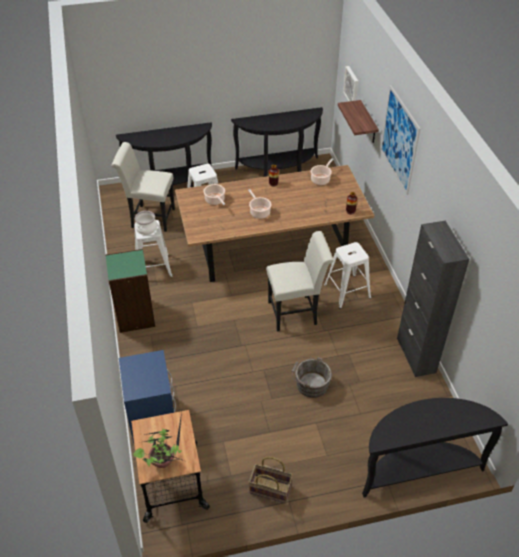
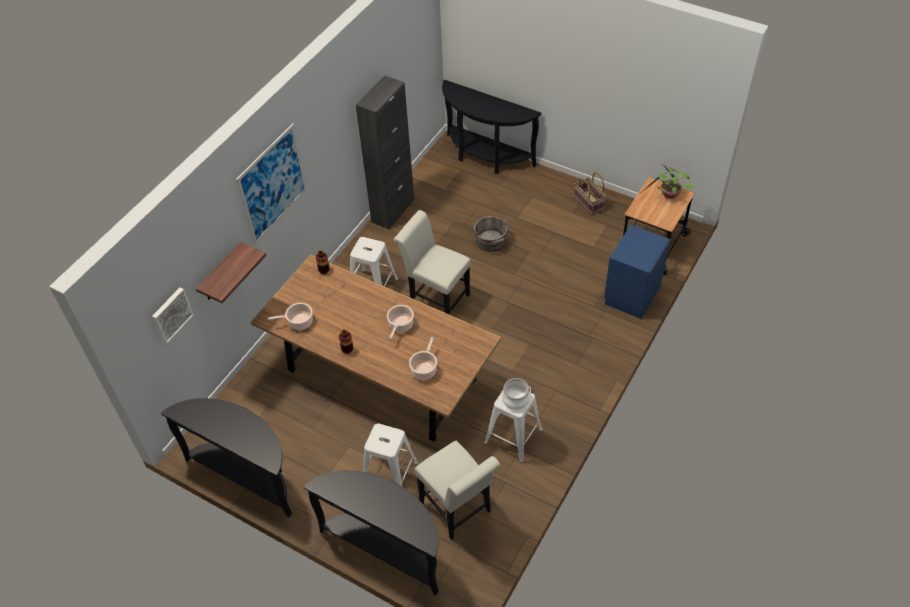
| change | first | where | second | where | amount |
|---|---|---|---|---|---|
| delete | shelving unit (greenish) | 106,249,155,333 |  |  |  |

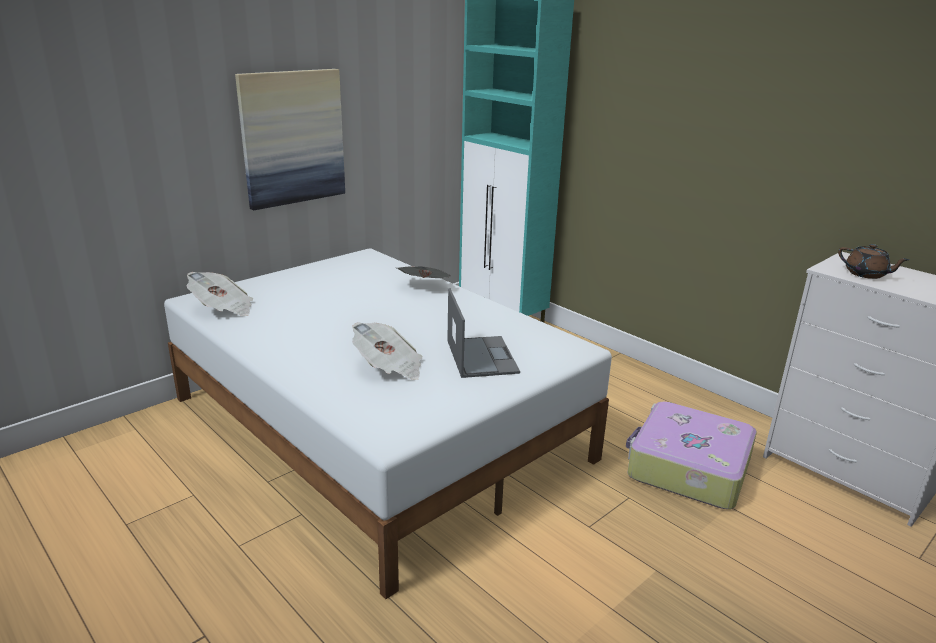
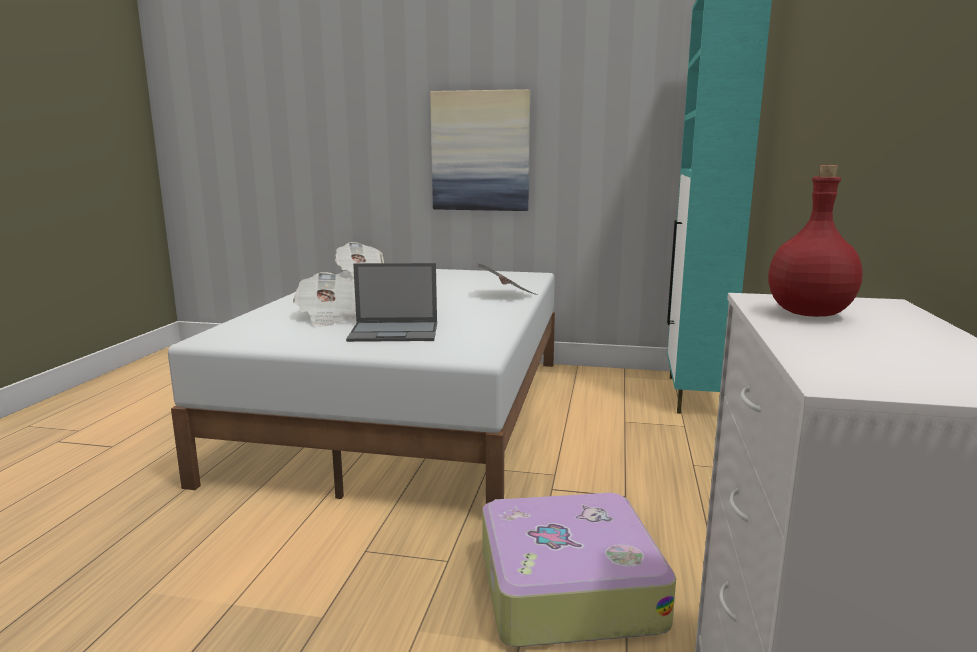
| change | first | where | second | where | amount |
|---|---|---|---|---|---|
| replace | pot for tea (brownish) | 838,244,910,279 | drink bottle (reddish) | 768,165,863,317 |  |
| rotate | notebook computer | 448,288,520,378 |  | 346,263,437,342 | 45 degrees clockwise |

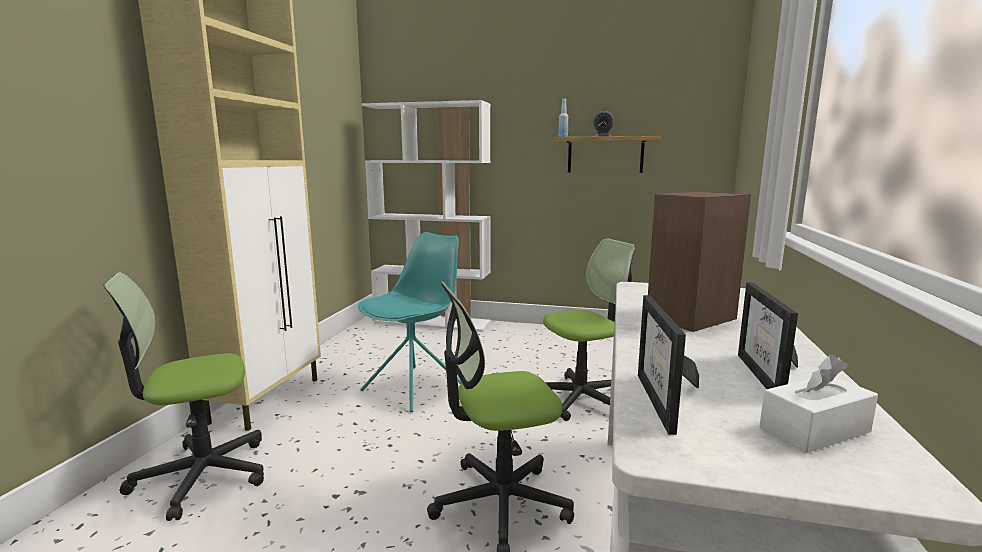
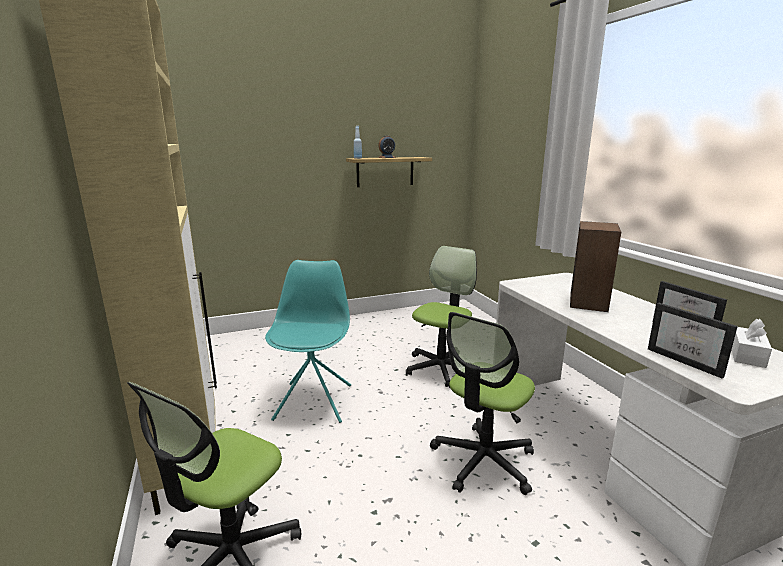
| change | first | where | second | where | amount |
|---|---|---|---|---|---|
| delete | shelving unit (whitish) | 362,100,491,332 |  |  |  |

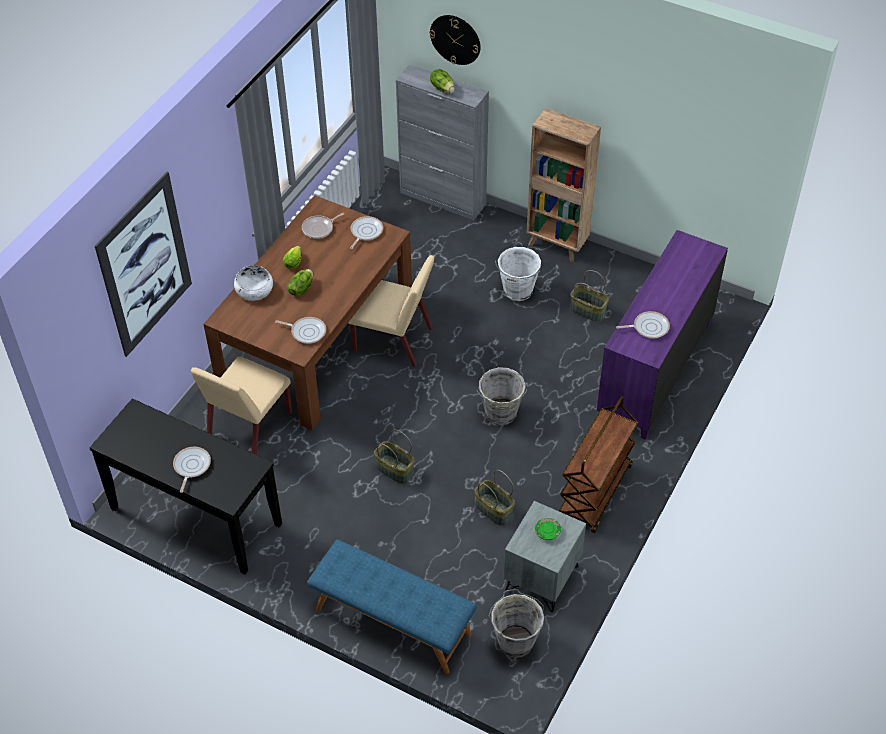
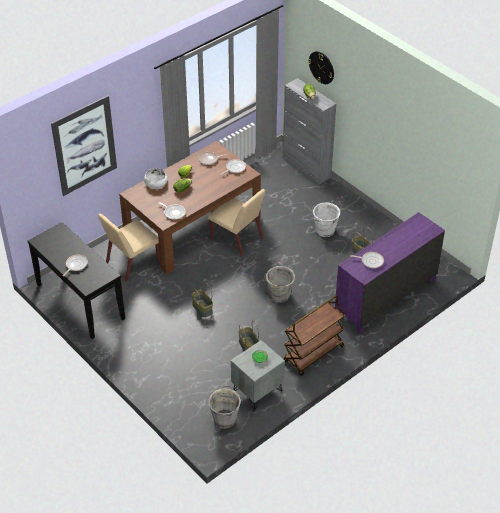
| change | first | where | second | where | amount |
|---|---|---|---|---|---|
| delete | indoor bench (blue-coloured) | 307,539,477,674 |  |  |  |
| delete | shelving unit (brownish) | 526,108,601,262 |  |  |  |

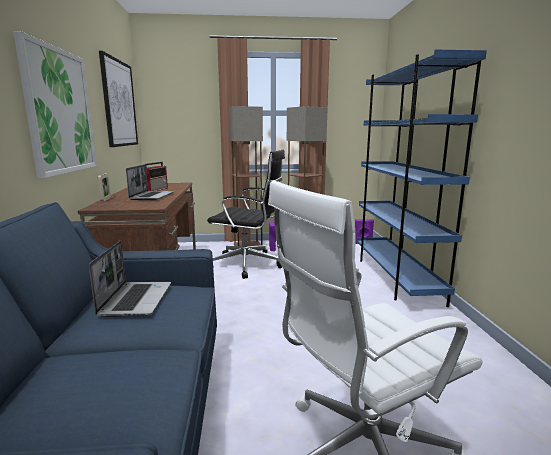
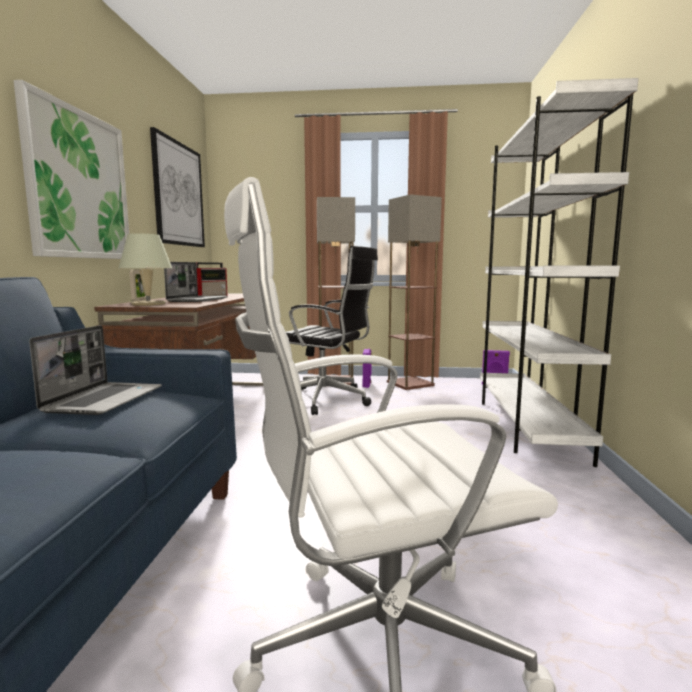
| change | first | where | second | where | amount |
|---|---|---|---|---|---|
| insert |  |  | lamp for a table (sand-coloured) | 119,234,172,306 |  |
| recolor | shelving unit (blue-coloured) | 357,49,487,307 | shelving unit (whitish) | 480,78,638,467 |  |

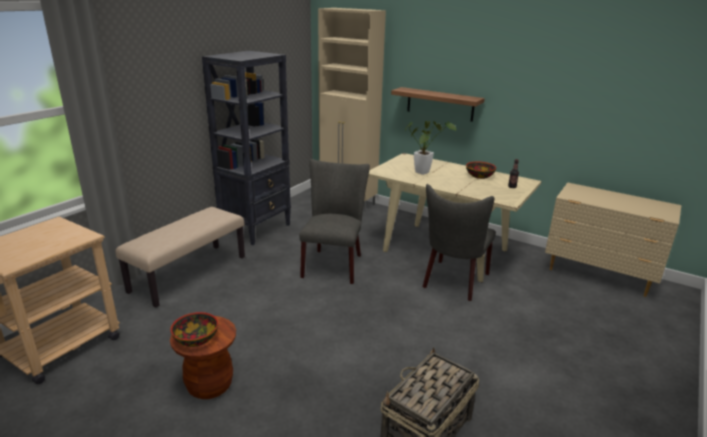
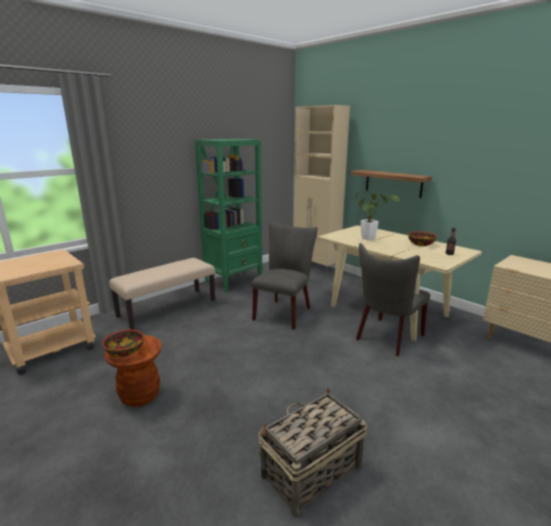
| change | first | where | second | where | amount |
|---|---|---|---|---|---|
| recolor | shelving unit (black-coloured) | 202,51,291,245 | shelving unit (greenish) | 195,139,263,292 |  |

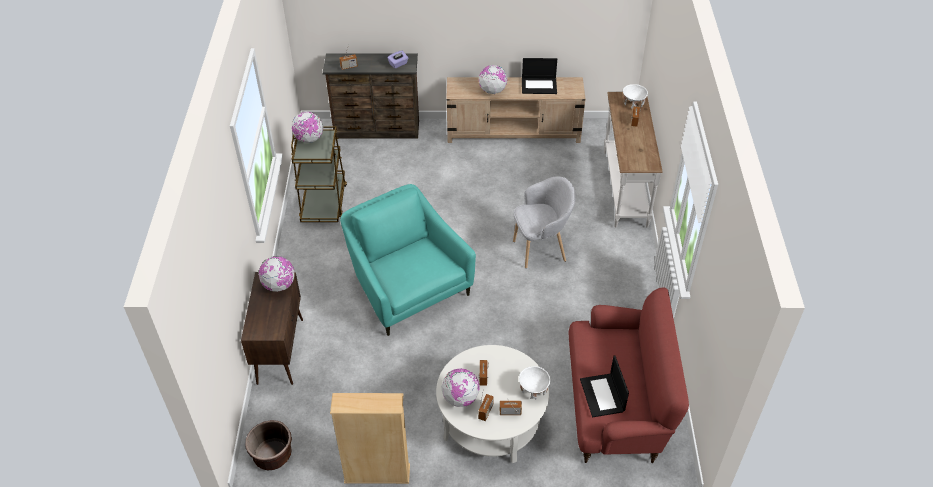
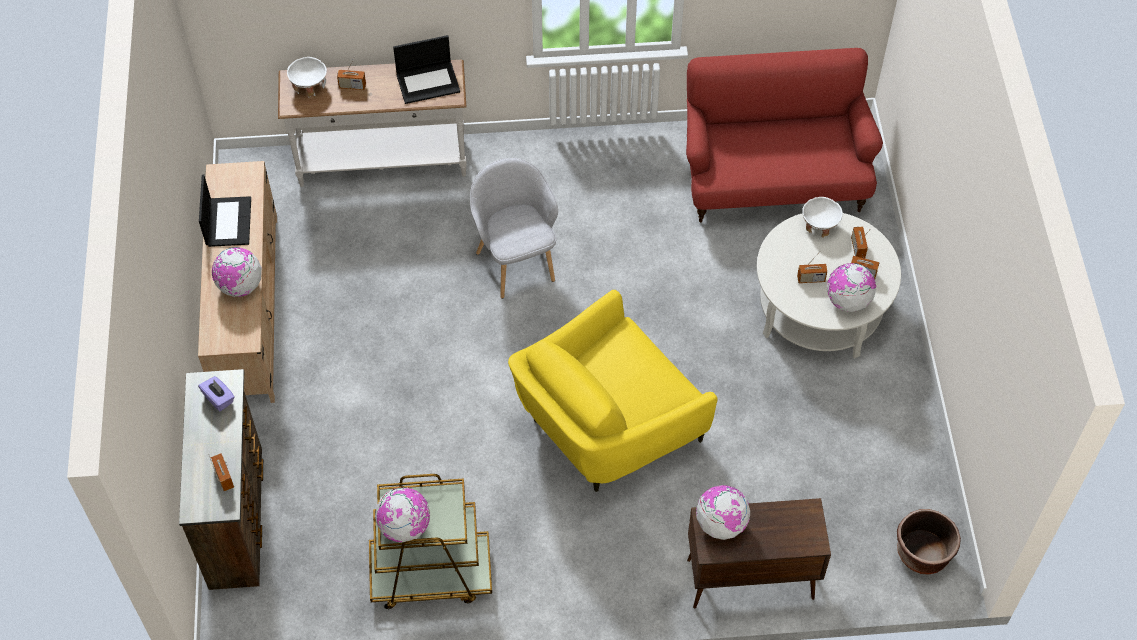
| change | first | where | second | where | amount |
|---|---|---|---|---|---|
| delete | shelving unit (sand-coloured) | 330,393,410,484 |  |  |  |
| move | notebook computer | 580,356,629,417 |  | 393,35,460,104 |  |
| recolor | armchair (turquoise-coloured) | 340,184,476,336 | armchair (yellow-coloured) | 508,290,718,492 |  |

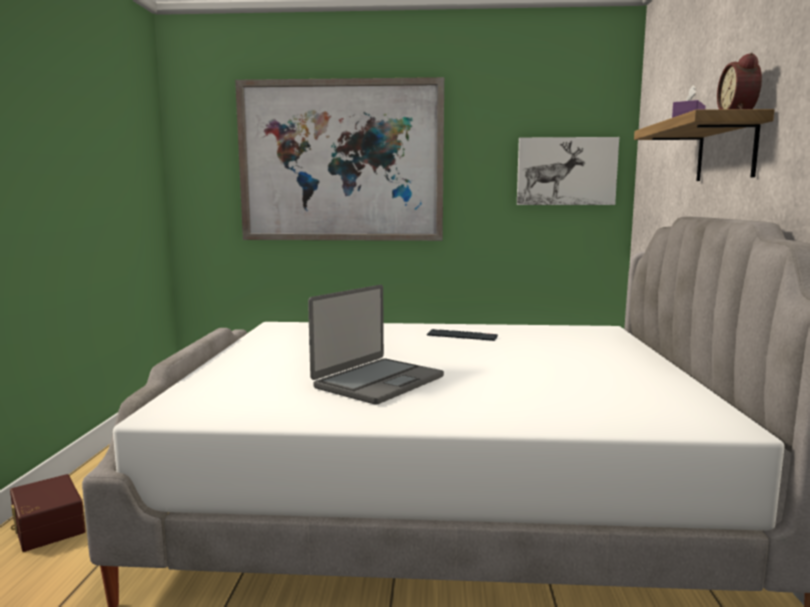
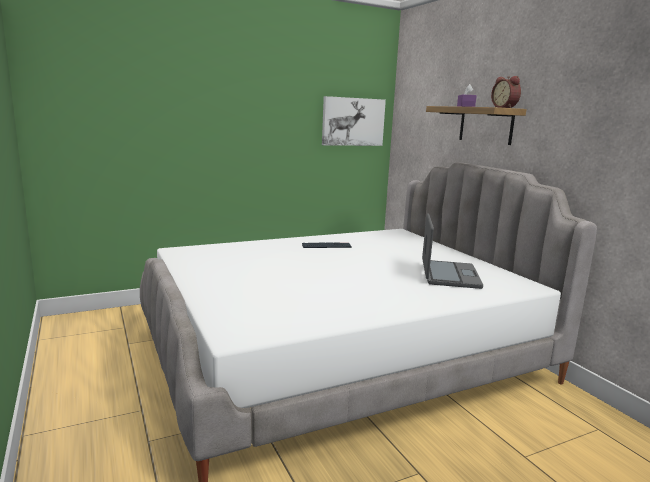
| change | first | where | second | where | amount |
|---|---|---|---|---|---|
| delete | storage container (brownish) | 10,474,86,552 |  |  |  |
| delete | picture | 235,77,444,241 |  |  |  |
| move | notebook computer | 308,285,444,405 |  | 422,213,483,289 |  |

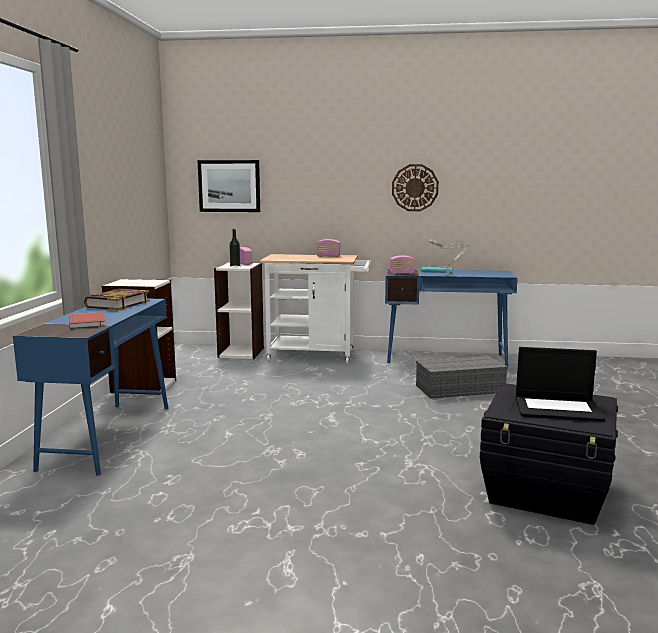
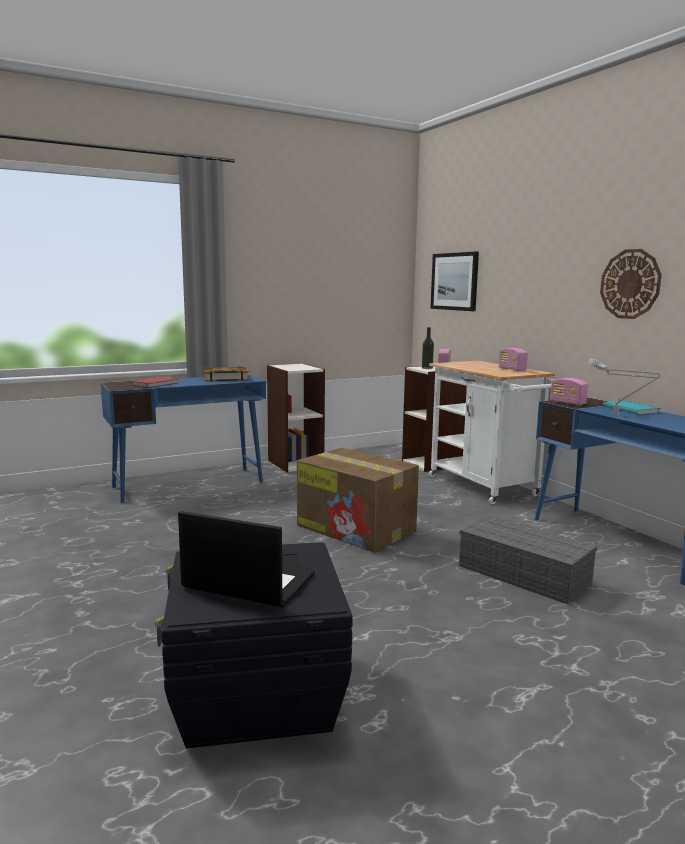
| change | first | where | second | where | amount |
|---|---|---|---|---|---|
| insert |  |  | carton | 297,448,419,552 |  |
| rotate | notebook computer | 515,347,605,422 |  | 178,511,315,608 | 135 degrees clockwise |

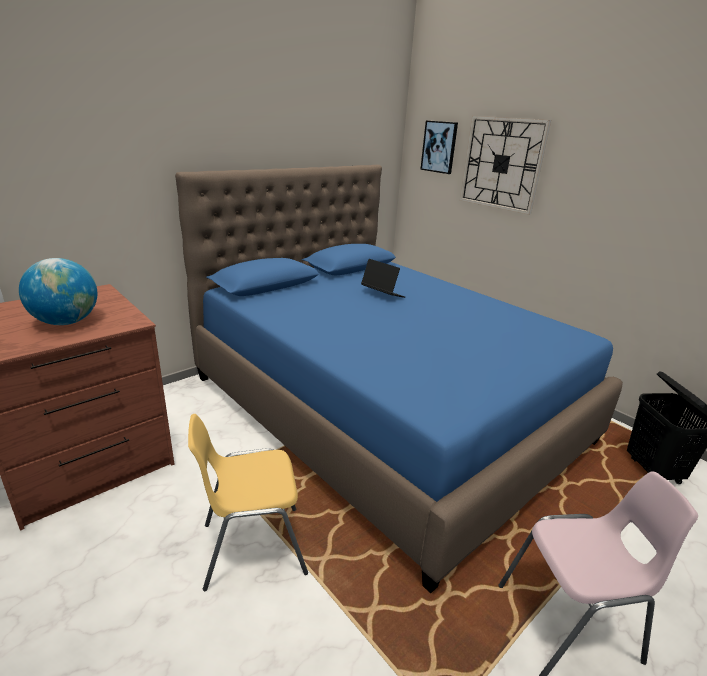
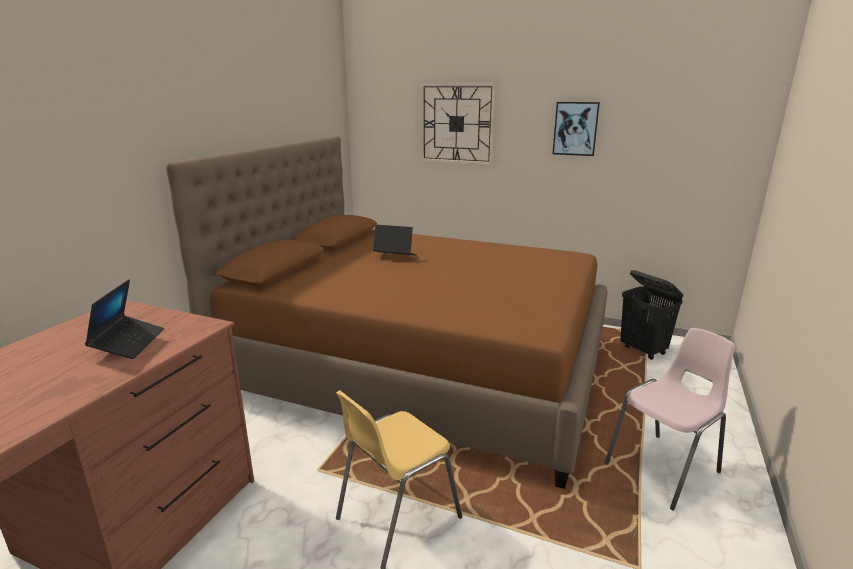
| change | first | where | second | where | amount |
|---|---|---|---|---|---|
| move | picture | 420,121,458,174 |  | 553,102,600,156 |  |
| replace | desk globe | 19,258,97,325 | notebook computer | 85,279,164,359 |  |
| recolor | bedroom bed (blue-coloured) | 175,165,623,593 | bedroom bed (brownish) | 166,136,608,489 |  |

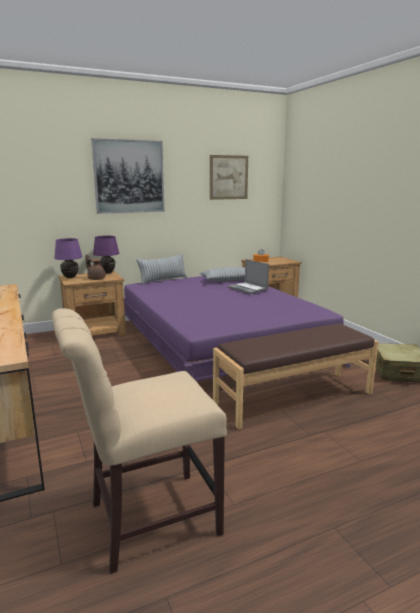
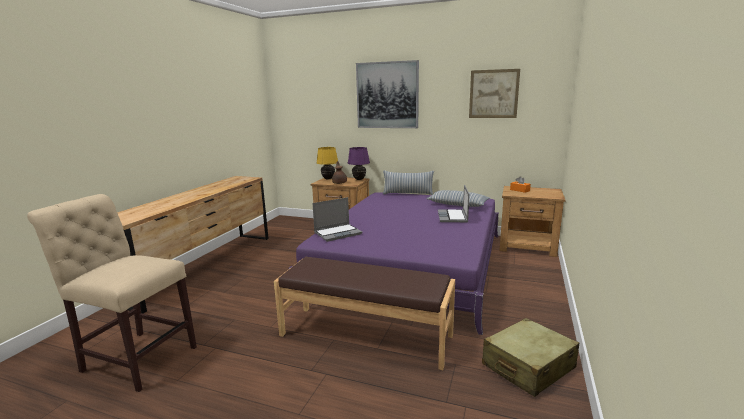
| change | first | where | second | where | amount |
|---|---|---|---|---|---|
| insert |  |  | notebook computer | 312,197,362,242 |  |
| recolor | lamp for a table (purplish) | 54,238,82,278 | lamp for a table (yellow-coloured) | 316,147,338,179 |  |

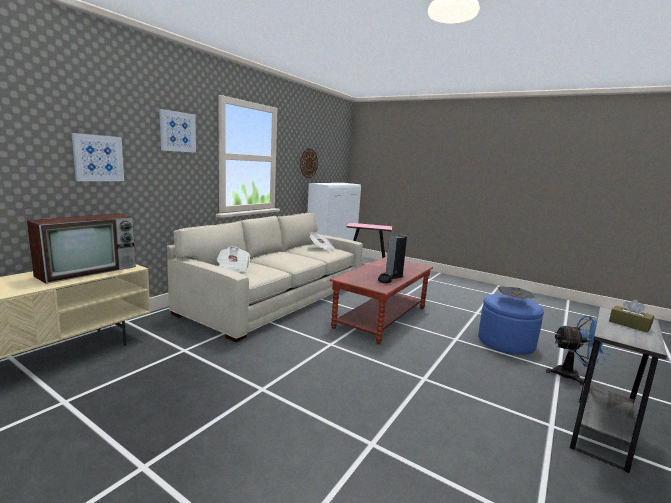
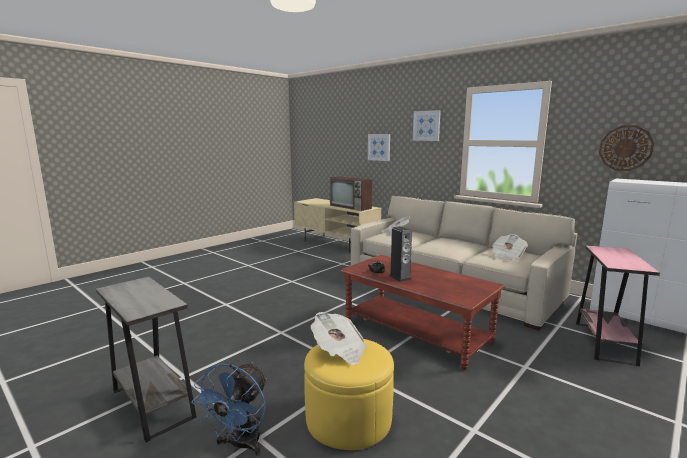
| change | first | where | second | where | amount |
|---|---|---|---|---|---|
| delete | box of tissues (brownish) | 609,300,654,332 |  |  |  |
| recolor | pouffe (blue-coloured) | 478,294,544,355 | pouffe (yellow-coloured) | 304,339,394,450 |  |

